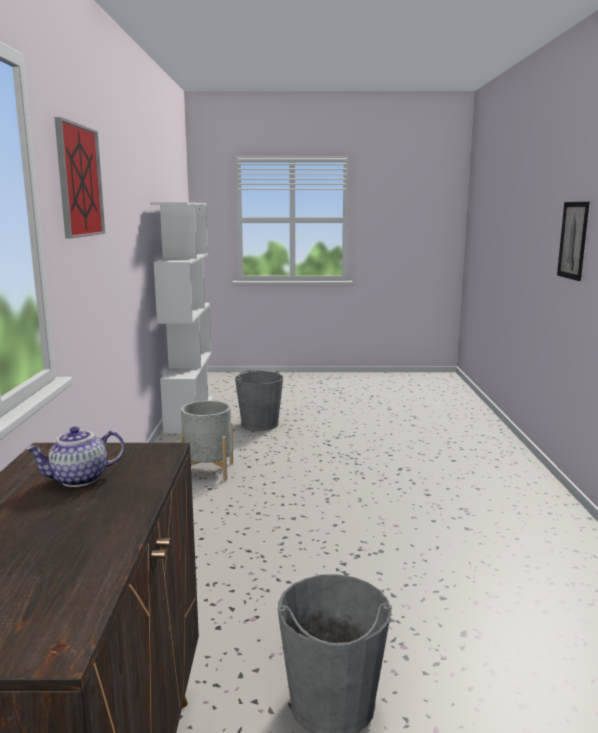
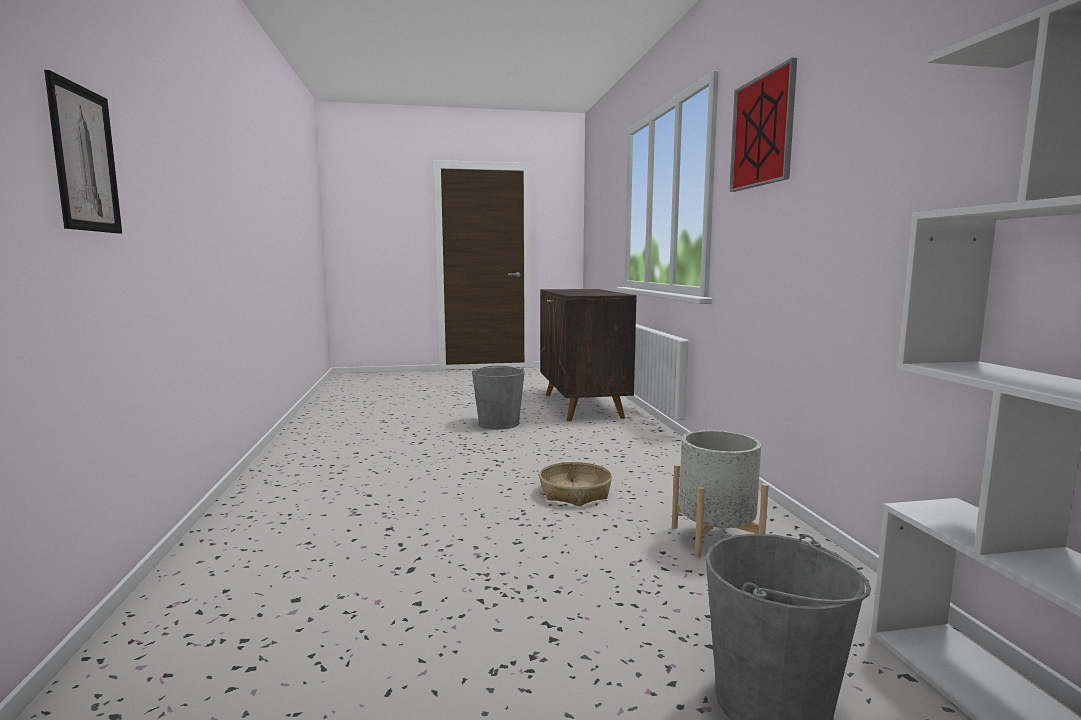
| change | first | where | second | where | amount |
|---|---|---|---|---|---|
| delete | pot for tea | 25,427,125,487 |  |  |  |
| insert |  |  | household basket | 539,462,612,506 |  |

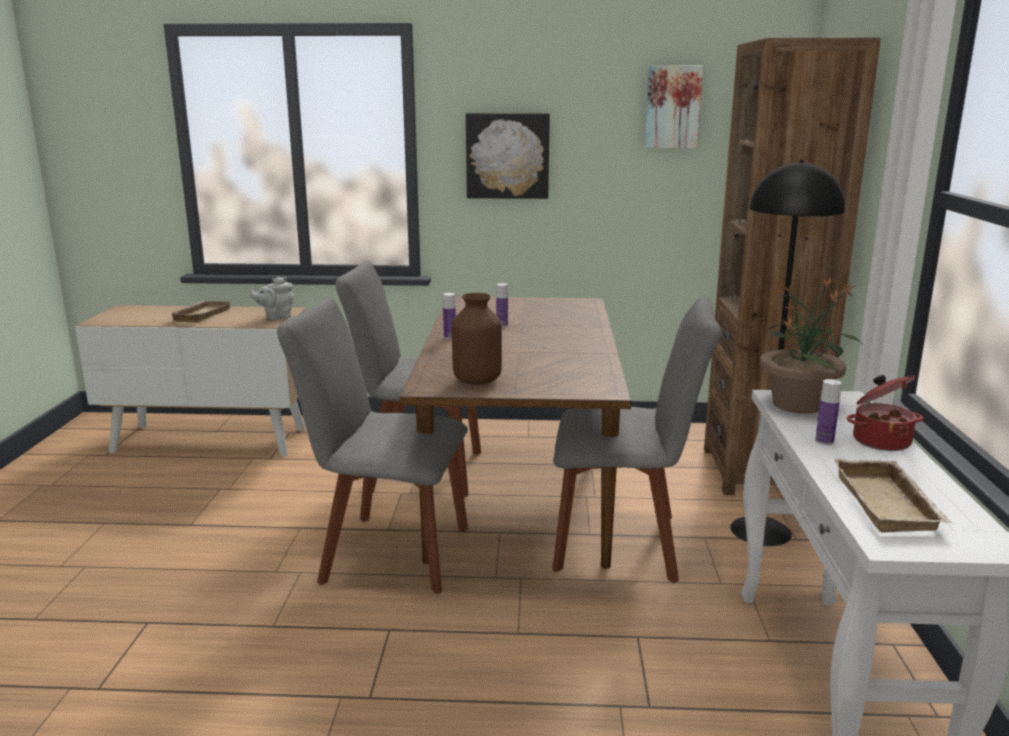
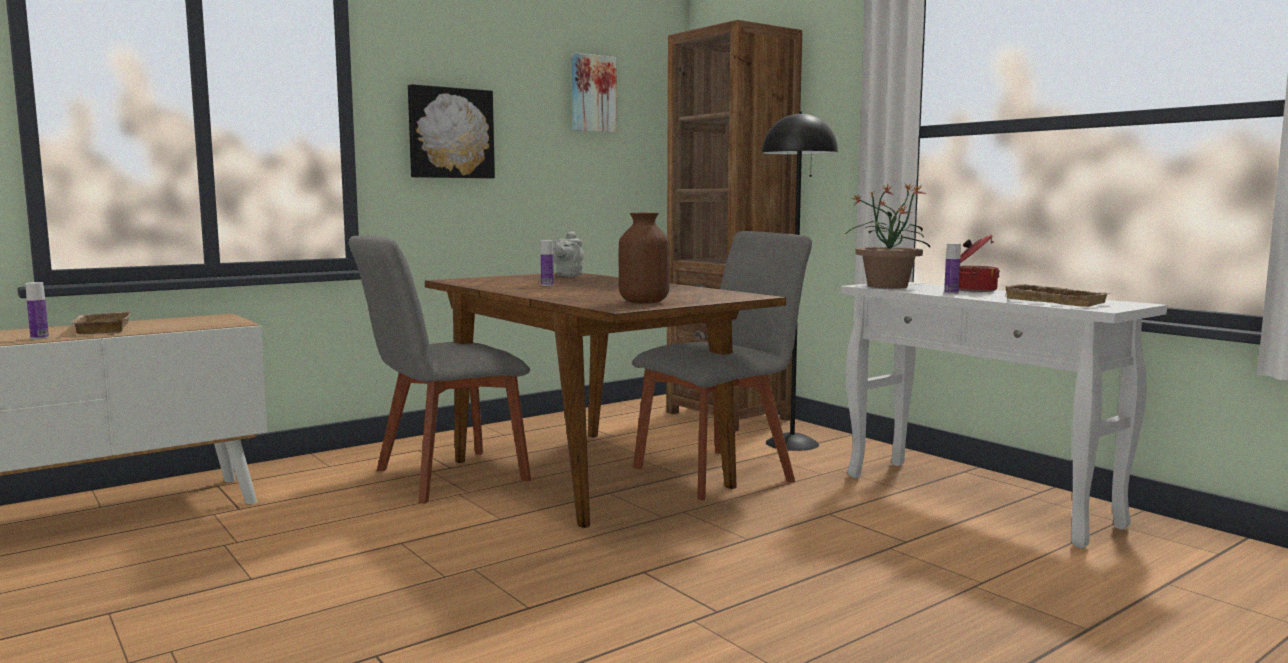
| change | first | where | second | where | amount |
|---|---|---|---|---|---|
| delete | upright chair (gray) | 277,297,468,594 |  |  |  |
| move | pot for tea (gray) | 249,277,294,320 |  | 553,231,584,277 |  |
| move | drink bottle | 443,293,456,339 |  | 25,282,49,340 |  |

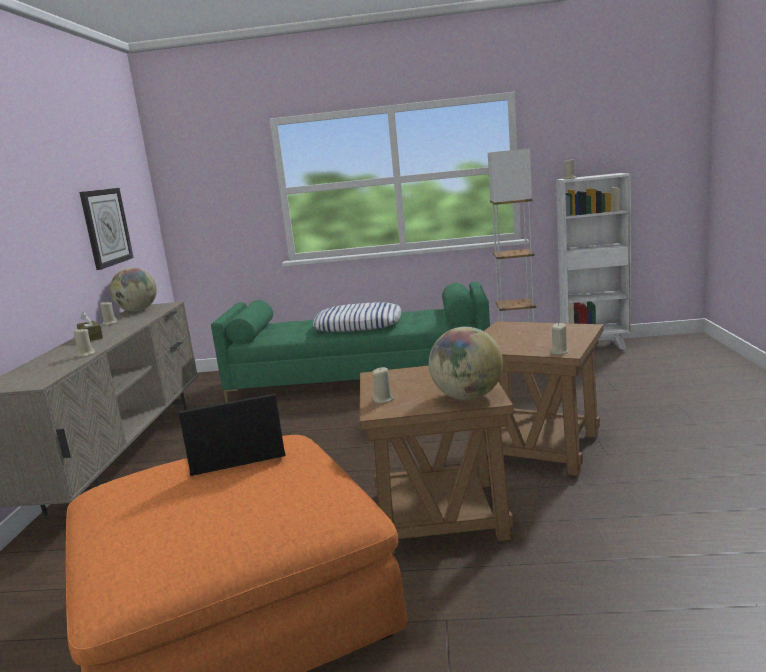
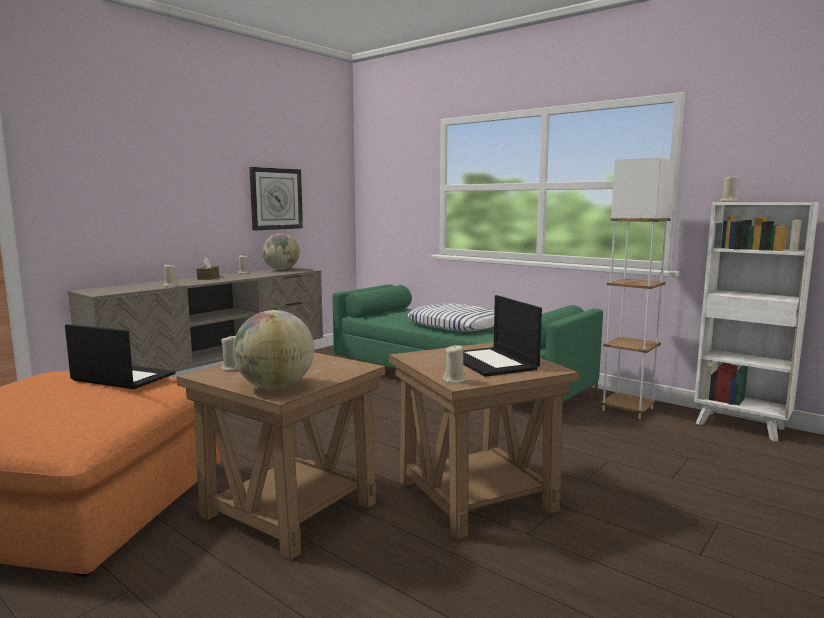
| change | first | where | second | where | amount |
|---|---|---|---|---|---|
| insert |  |  | notebook computer | 463,295,542,377 |  |

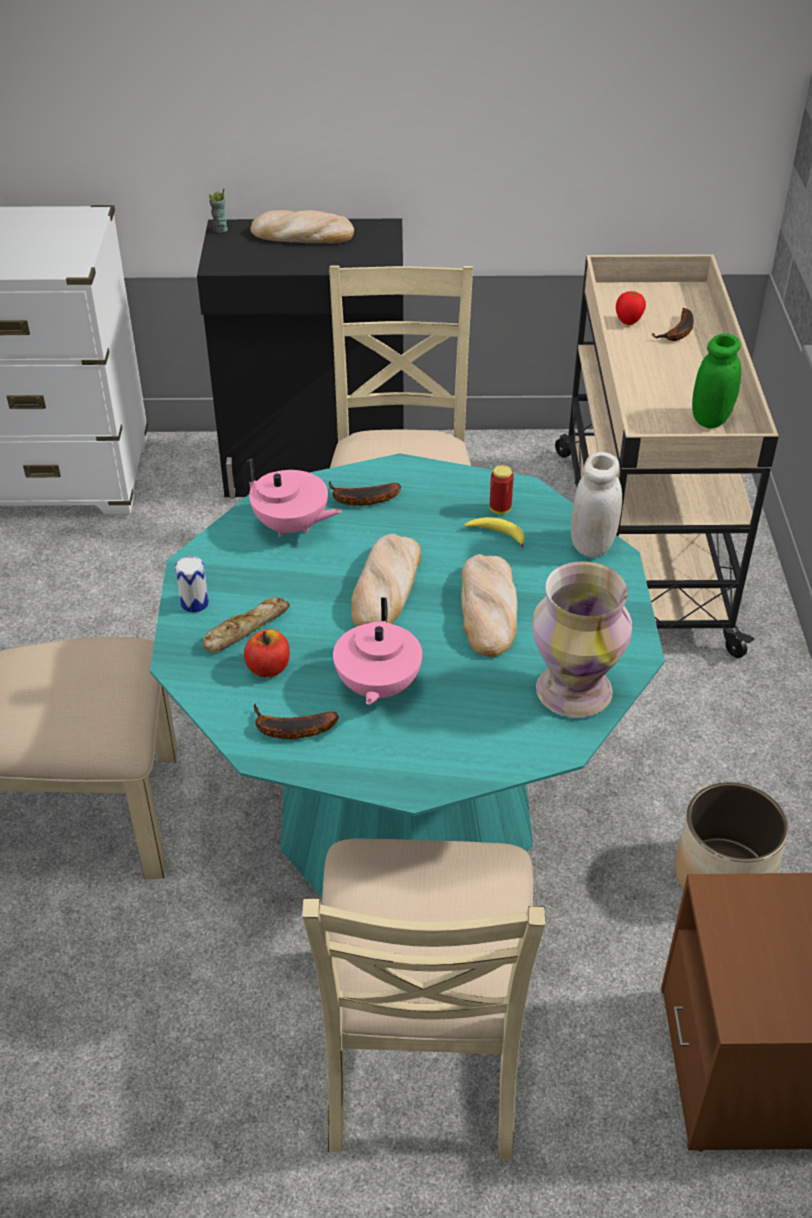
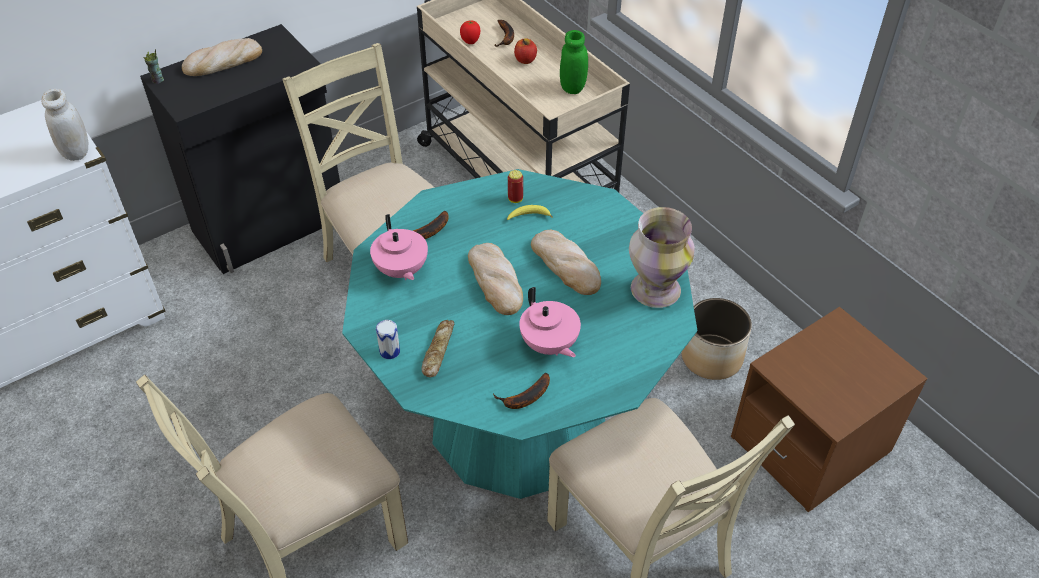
| change | first | where | second | where | amount |
|---|---|---|---|---|---|
| move | whole apple | 244,629,290,678 |  | 514,38,537,64 |  |
| move | preserve jar (whitish) | 571,452,622,558 |  | 42,89,88,161 |  |
| rotate | pot for tea (pink) | 241,458,342,537 |  | 370,214,428,280 | 75 degrees clockwise |

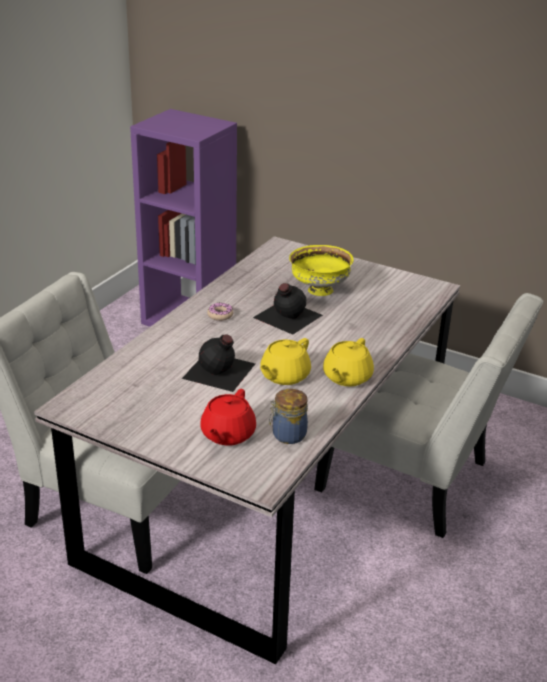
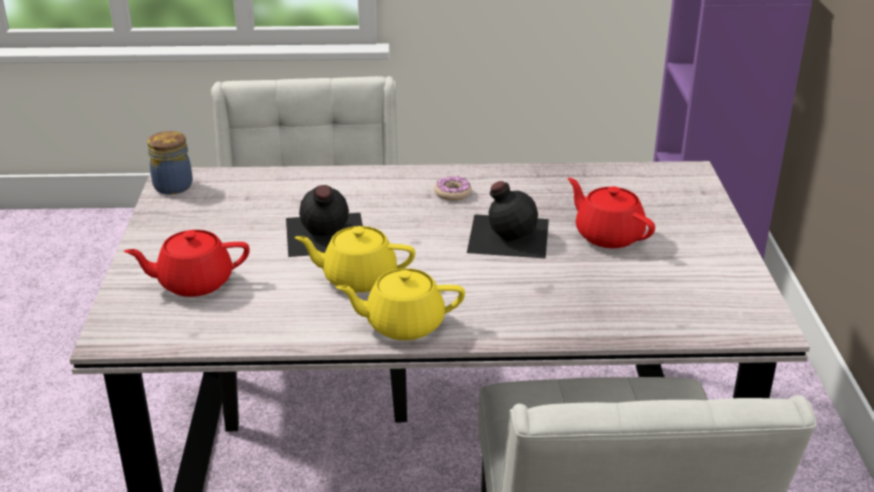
| change | first | where | second | where | amount |
|---|---|---|---|---|---|
| move | preserve jar | 269,389,308,444 |  | 147,131,193,194 |  |
| replace | serving bowl (yellow-coloured) | 289,245,354,296 | pot for tea (reddish) | 568,178,655,248 |  |

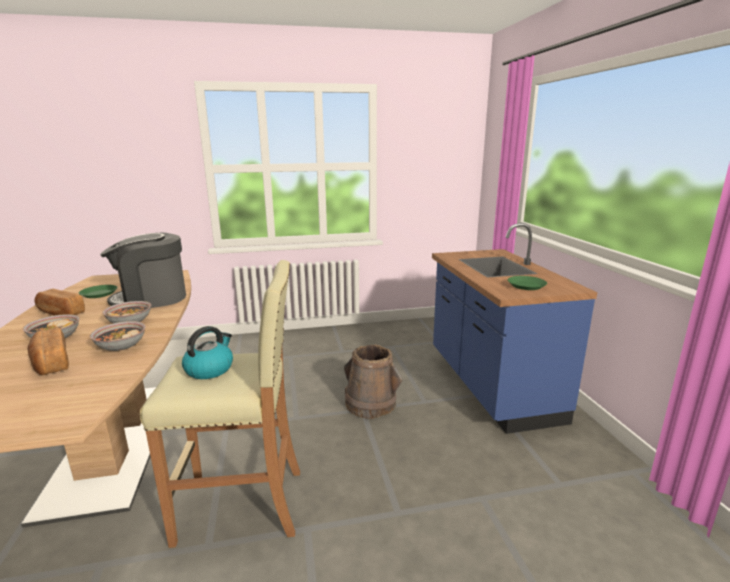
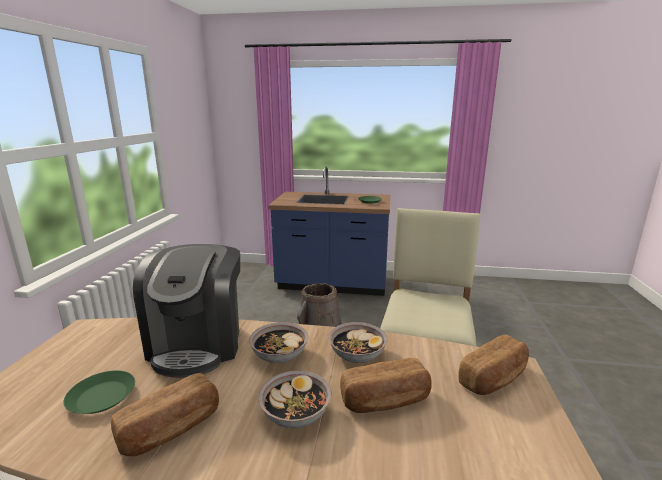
| change | first | where | second | where | amount |
|---|---|---|---|---|---|
| delete | kettle | 182,326,233,379 |  |  |  |
| insert |  |  | bakery bread | 458,335,529,395 |  |

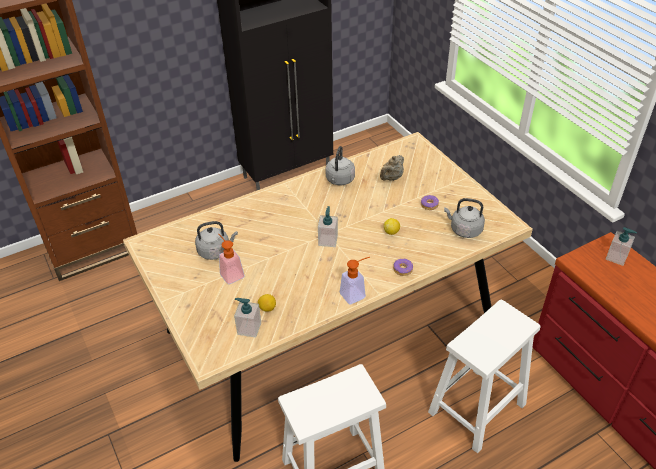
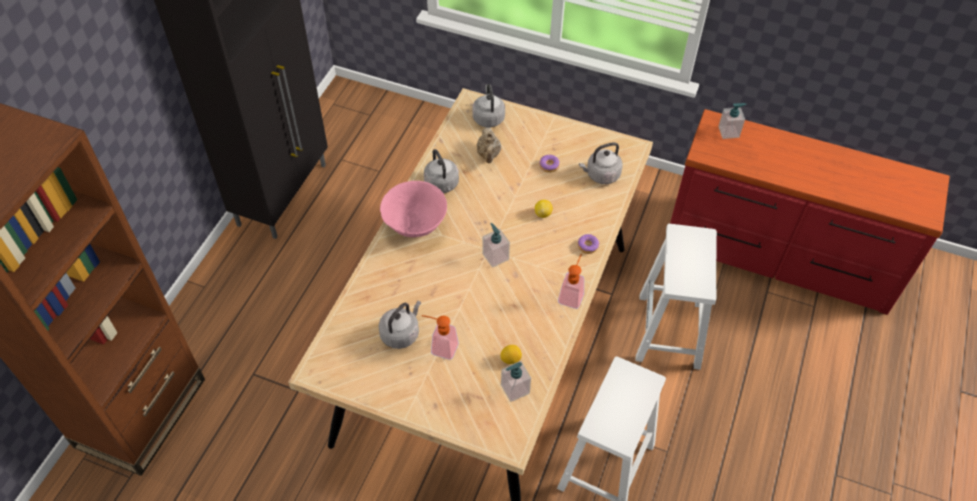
| change | first | where | second | where | amount |
|---|---|---|---|---|---|
| insert |  |  | serving bowl (pink) | 380,181,447,237 |  |
| insert |  |  | kettle (gray) | 472,84,505,127 |  |

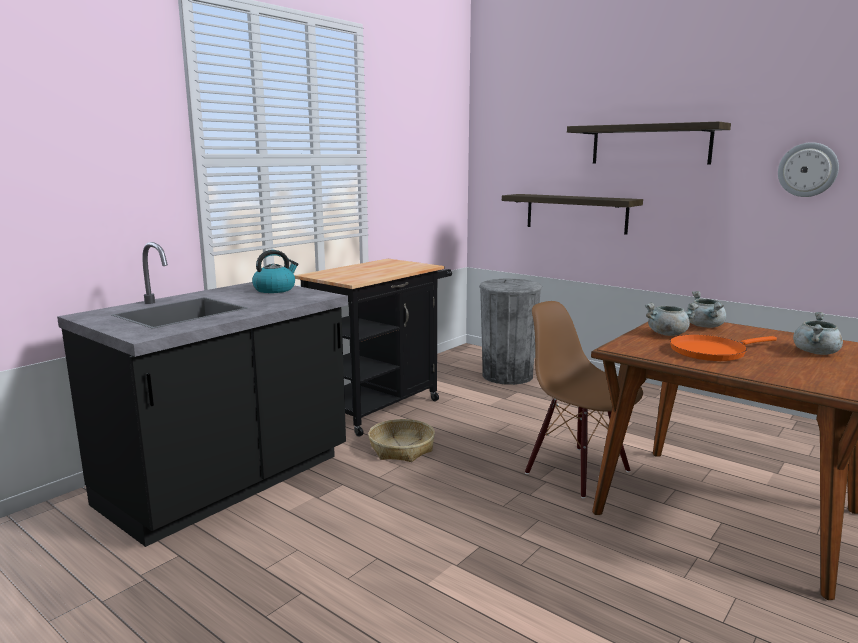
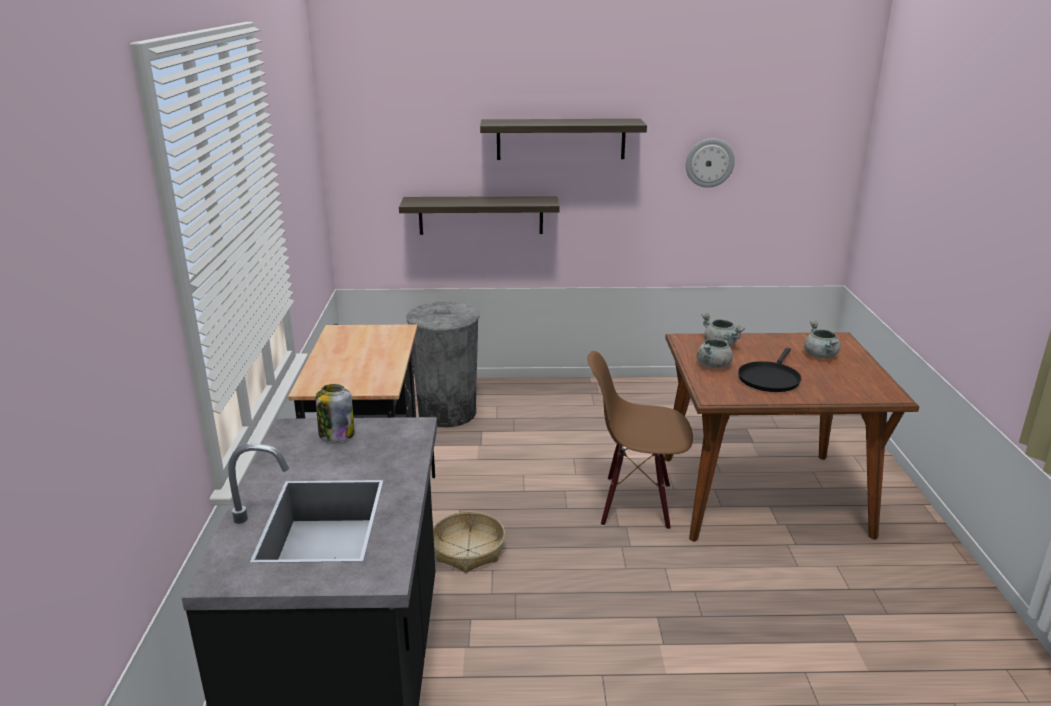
| change | first | where | second | where | amount |
|---|---|---|---|---|---|
| replace | kettle | 252,250,298,293 | preserve jar | 316,384,354,442 |  |
| recolor | pan (orange) | 670,335,777,361 | pan (black-coloured) | 738,348,801,392 |  |

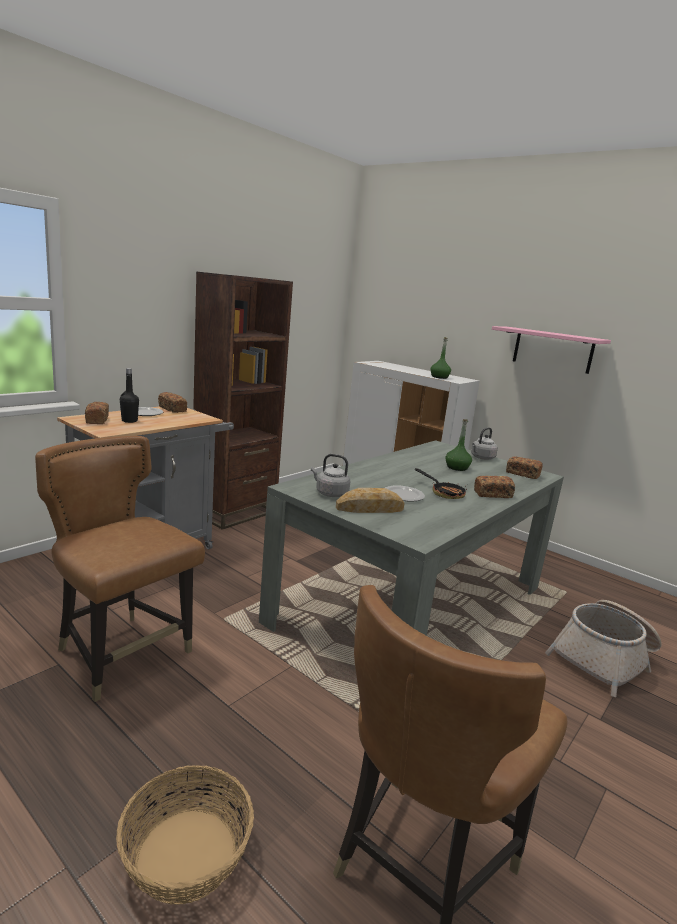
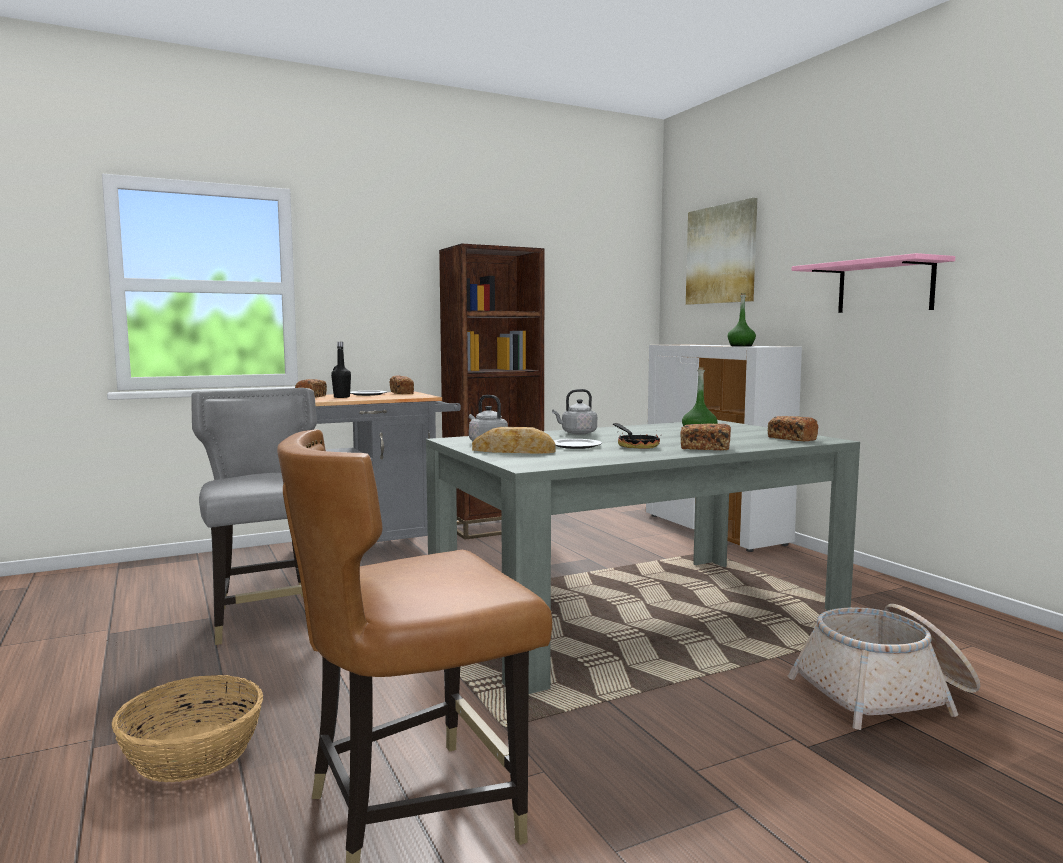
| change | first | where | second | where | amount |
|---|---|---|---|---|---|
| insert |  |  | picture | 686,198,758,305 |  |
| move | kettle (gray) | 471,427,498,460 |  | 552,389,597,434 |  |
| recolor | upright chair (brownish) | 35,436,205,702 | upright chair (gray) | 191,388,317,645 |  |

